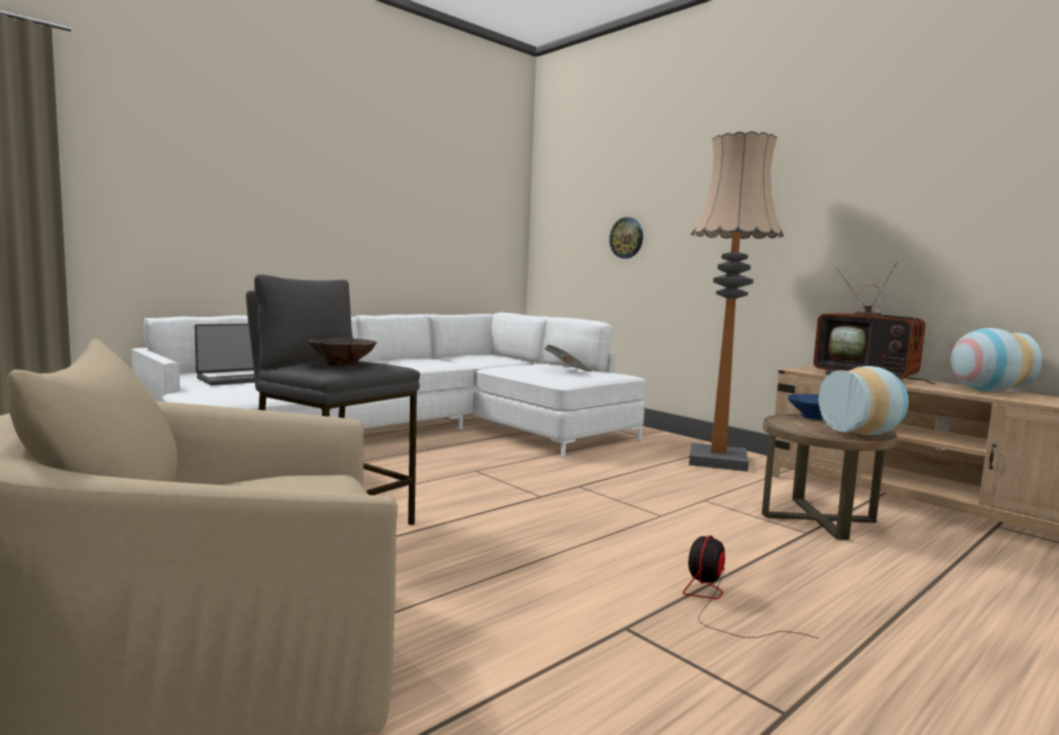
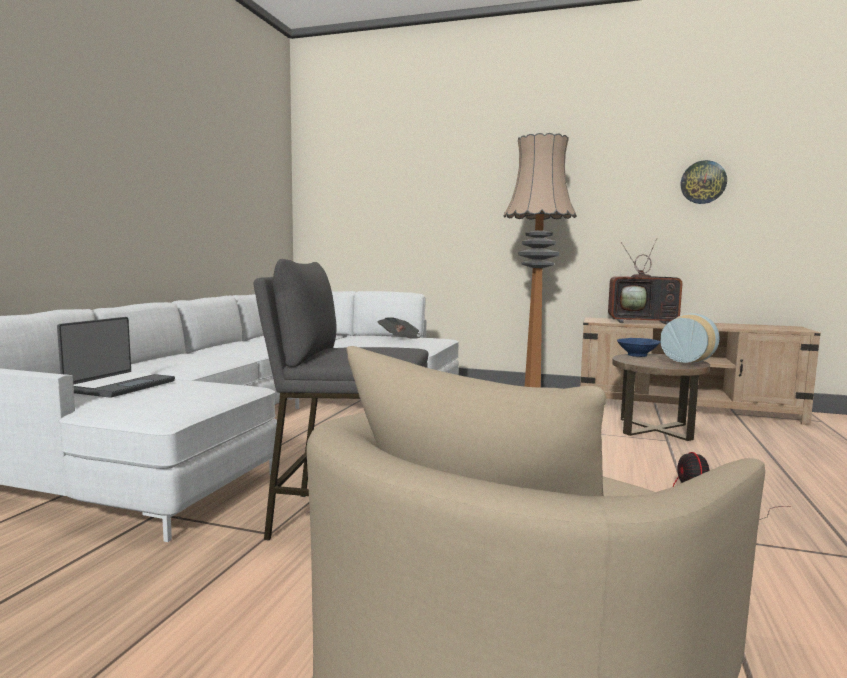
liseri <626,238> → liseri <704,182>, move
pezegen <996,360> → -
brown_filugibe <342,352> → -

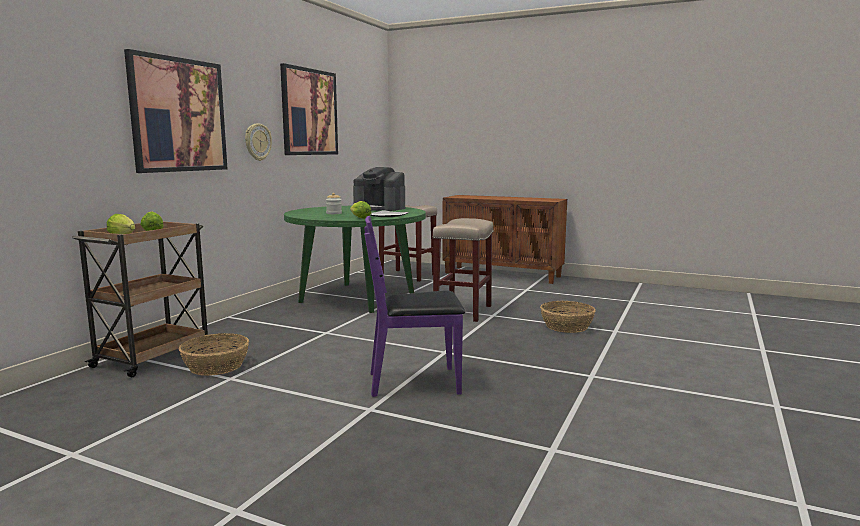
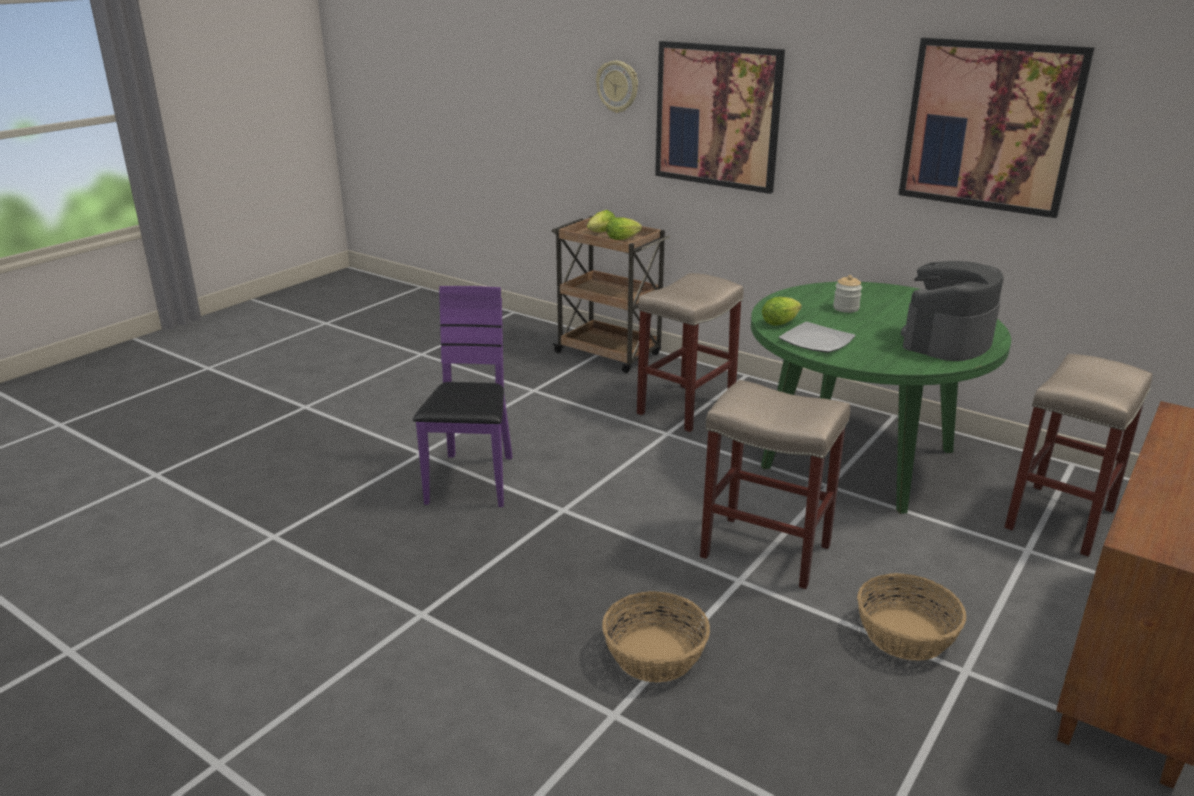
liseri <258,142> → liseri <617,87>, move
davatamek <214,354> → davatamek <912,617>, move
- → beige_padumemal <690,352>

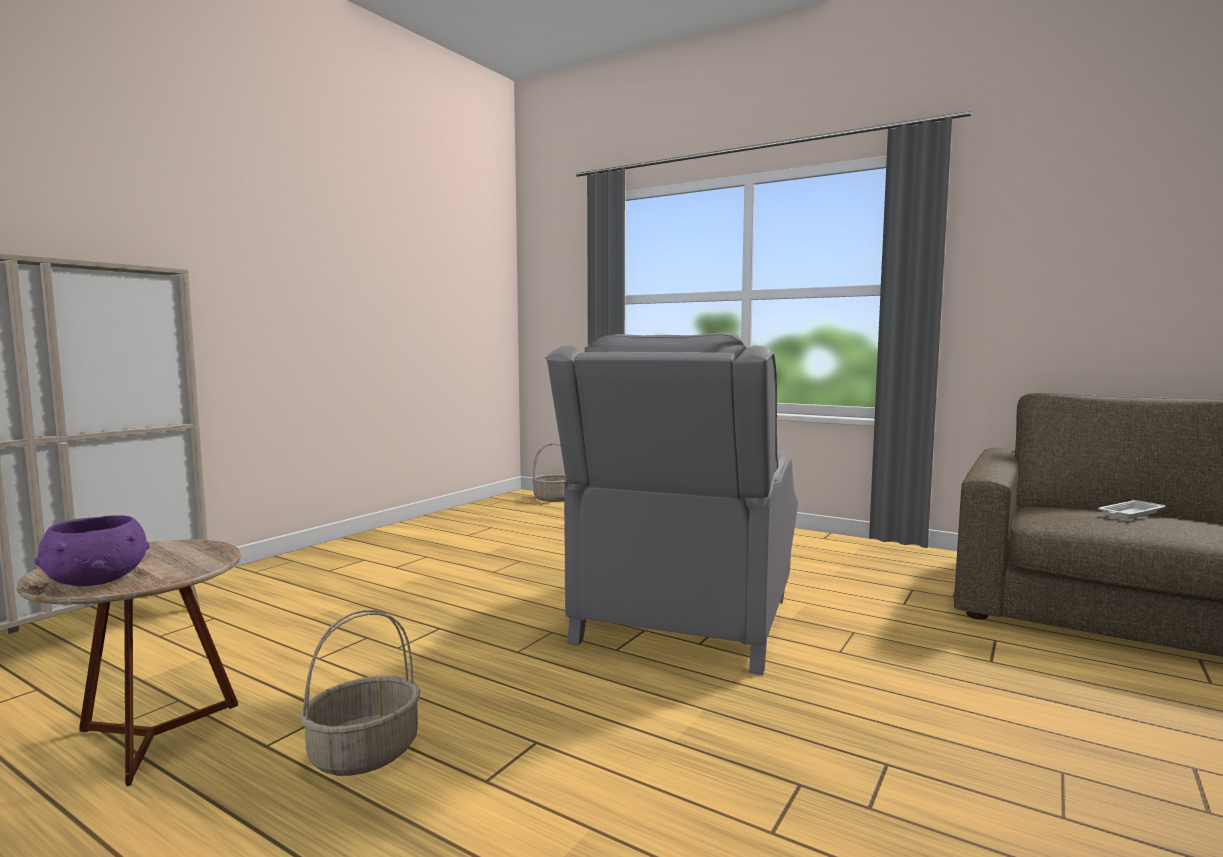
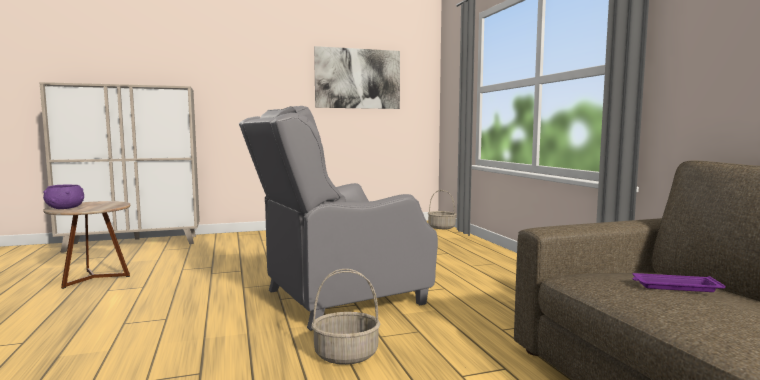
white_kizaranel <1131,509> → purple_kizaranel <678,282>
davatamek <360,693> → davatamek <345,317>, move
- → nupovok <357,77>

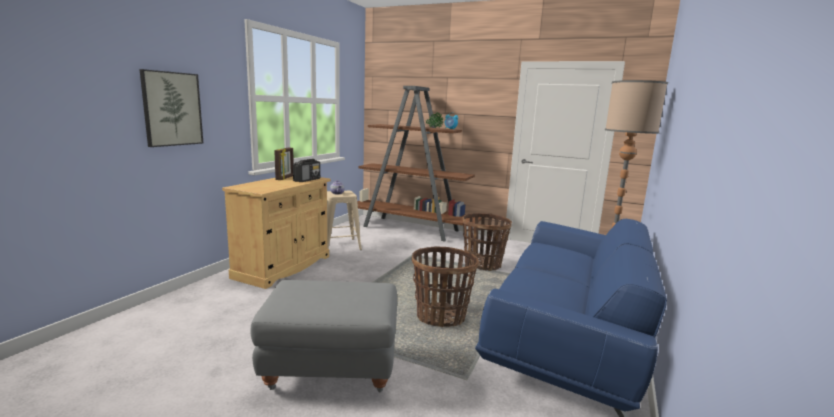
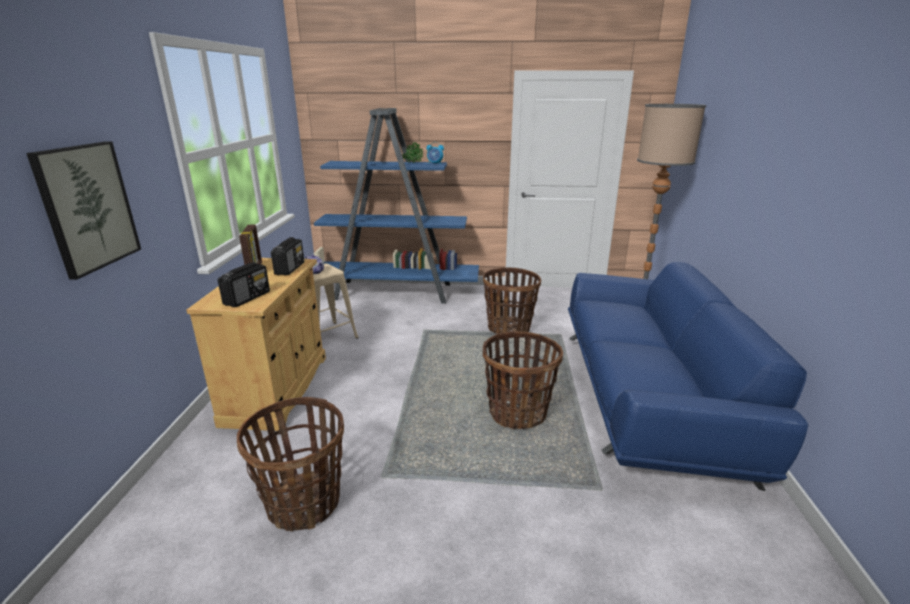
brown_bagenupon <419,164> → blue_bagenupon <396,206>
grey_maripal <324,336> → -
- → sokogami <244,284>
- → davatamek <290,464>

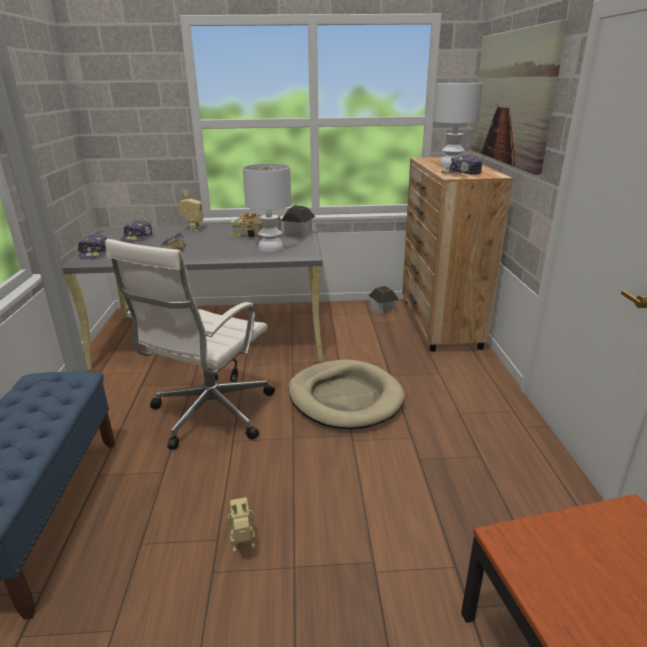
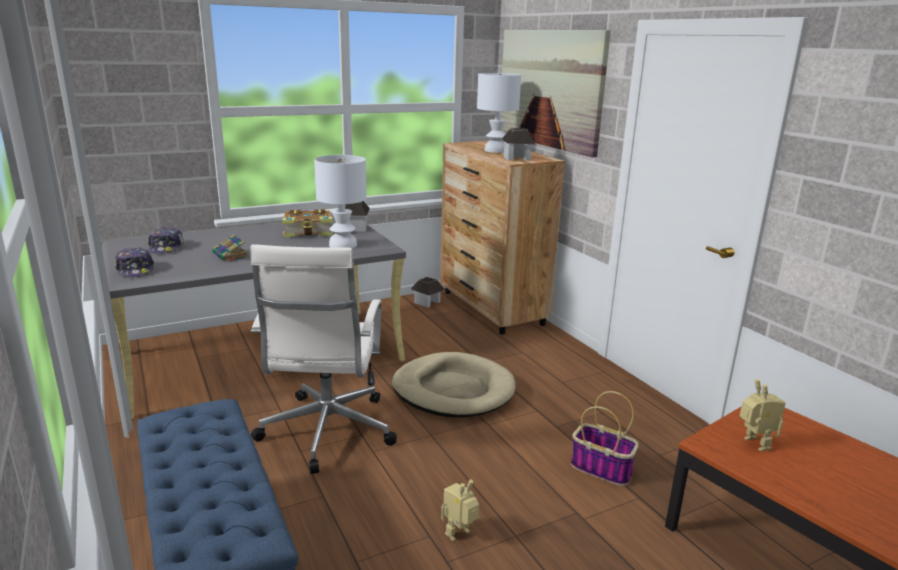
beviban <461,164> → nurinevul <518,144>
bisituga <191,211> → bisituga <763,415>, move
- → davatamek <604,438>

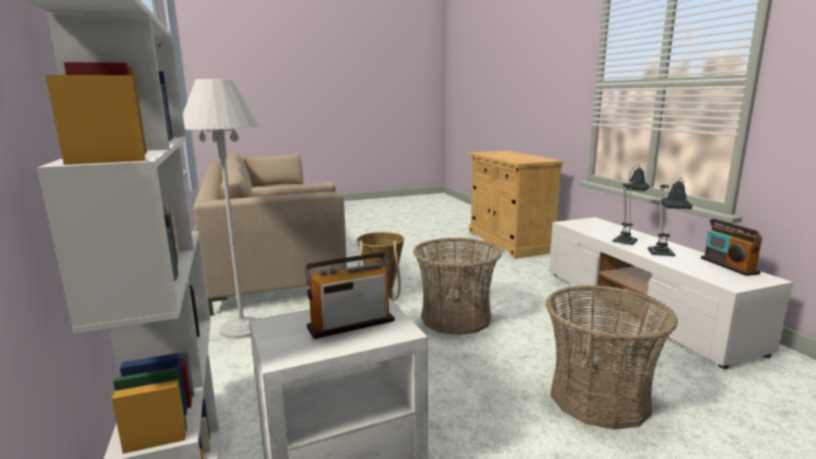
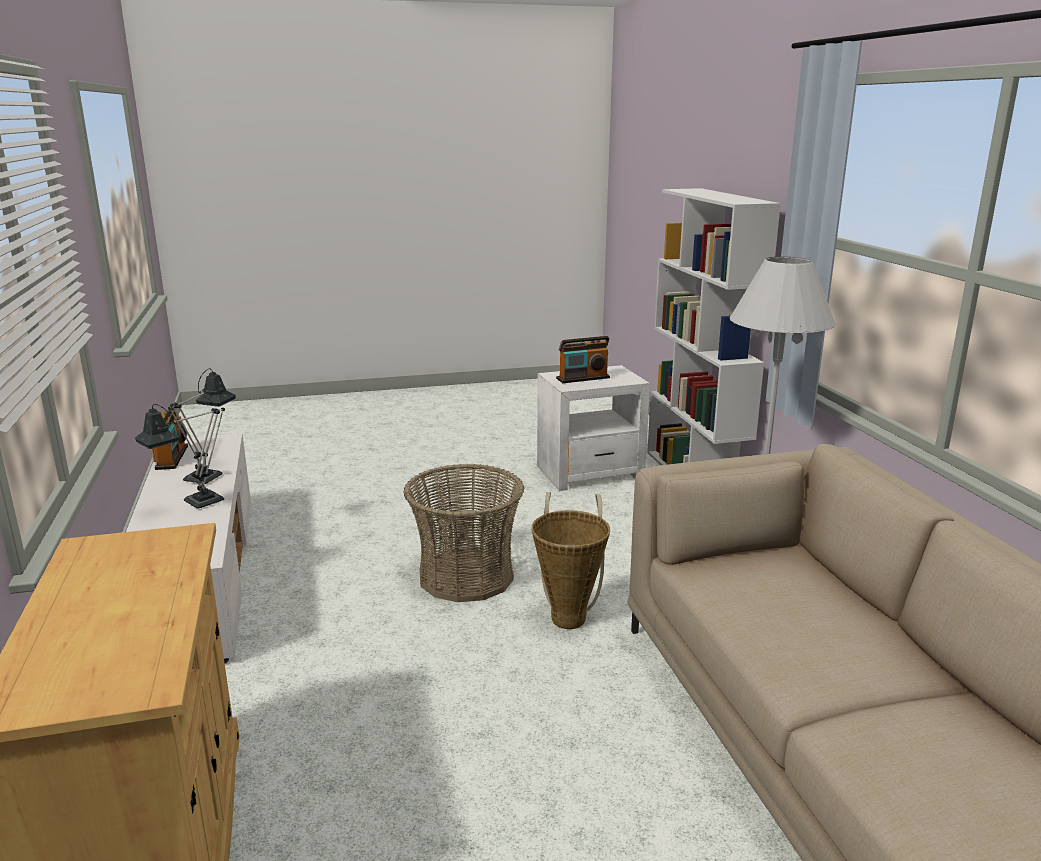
davatamek <611,357> → -

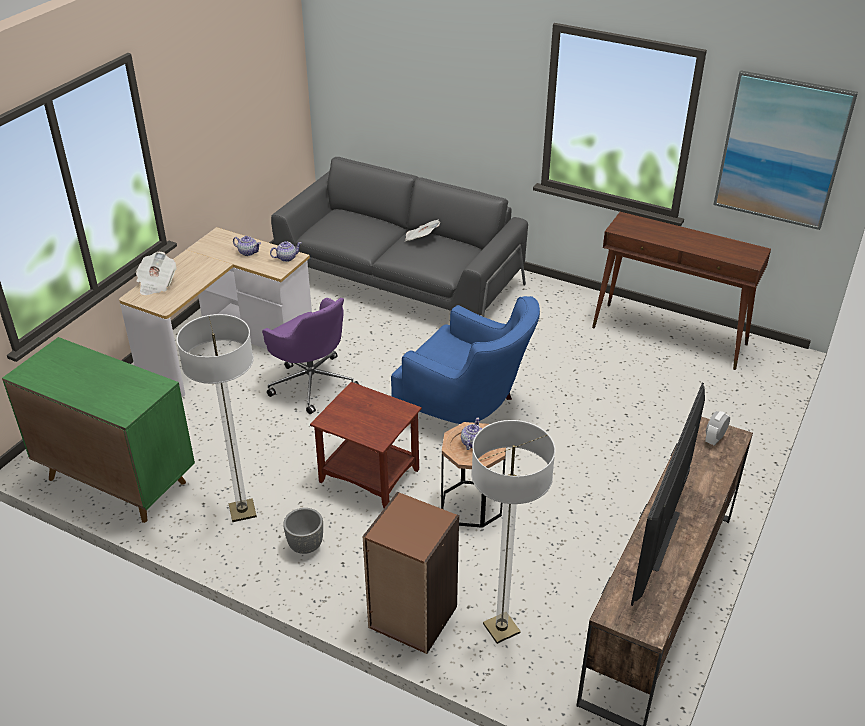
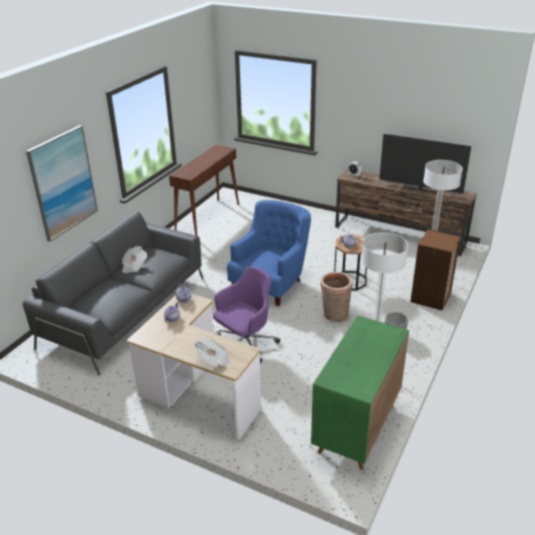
nupovok <785,150> → nupovok <62,183>, move
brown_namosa <366,445> → davatamek <336,297>

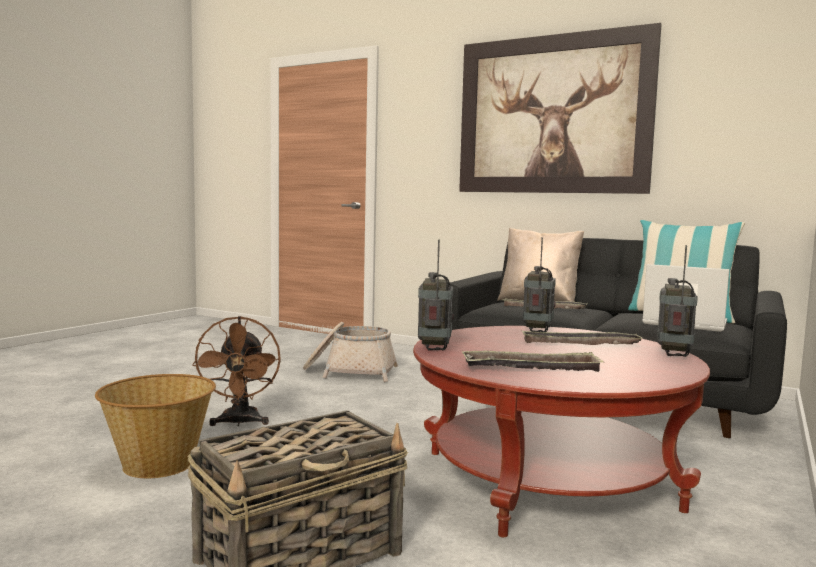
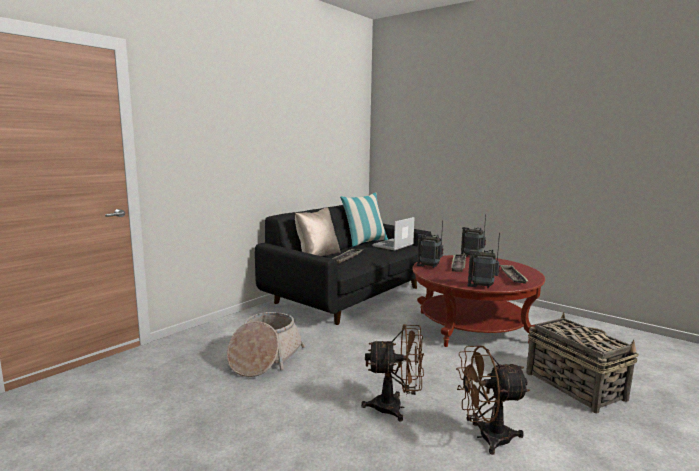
nupovok <560,108> → -
davatamek <155,426> → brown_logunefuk <493,400>

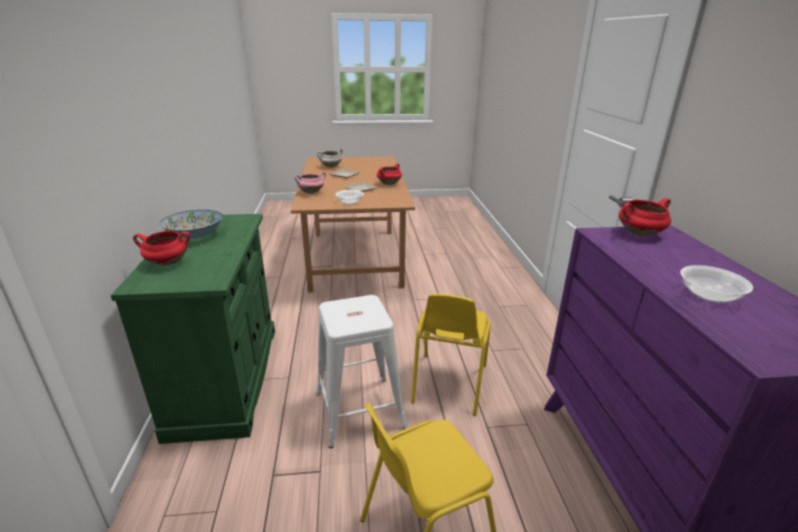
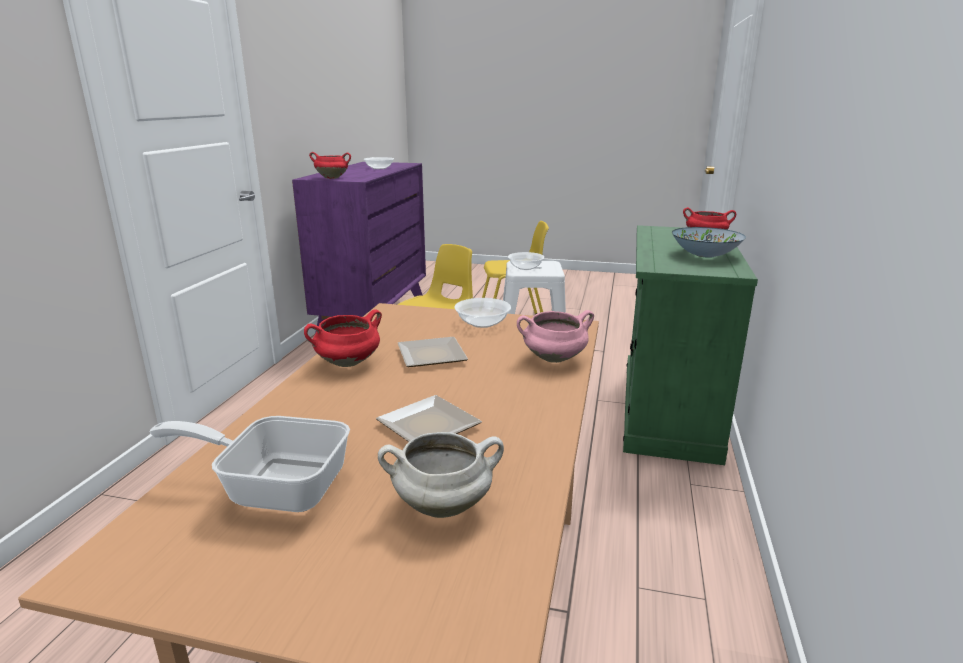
- → filugibe <526,261>
- → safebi <250,464>

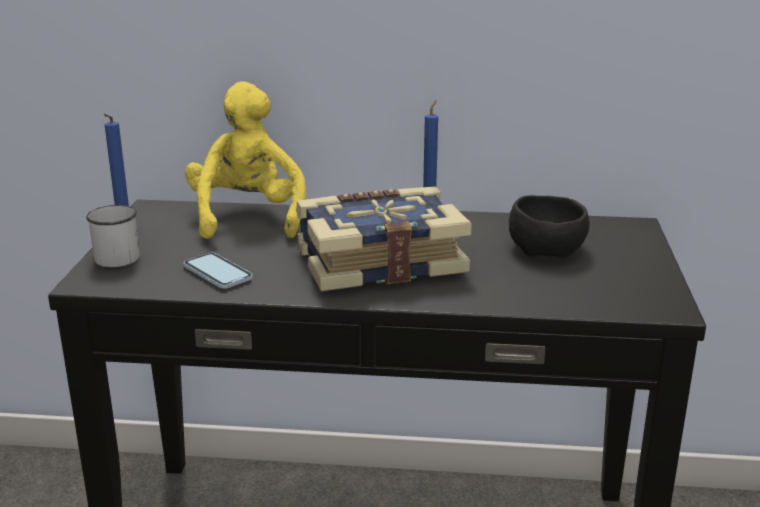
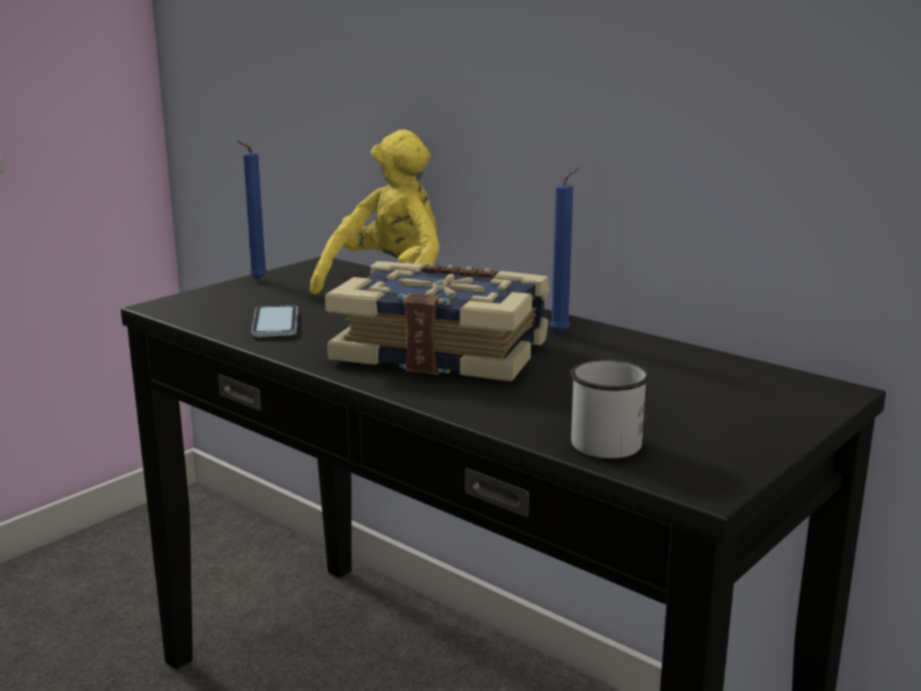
black_filugibe <549,226> → -
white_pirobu <113,236> → white_pirobu <610,409>, move

